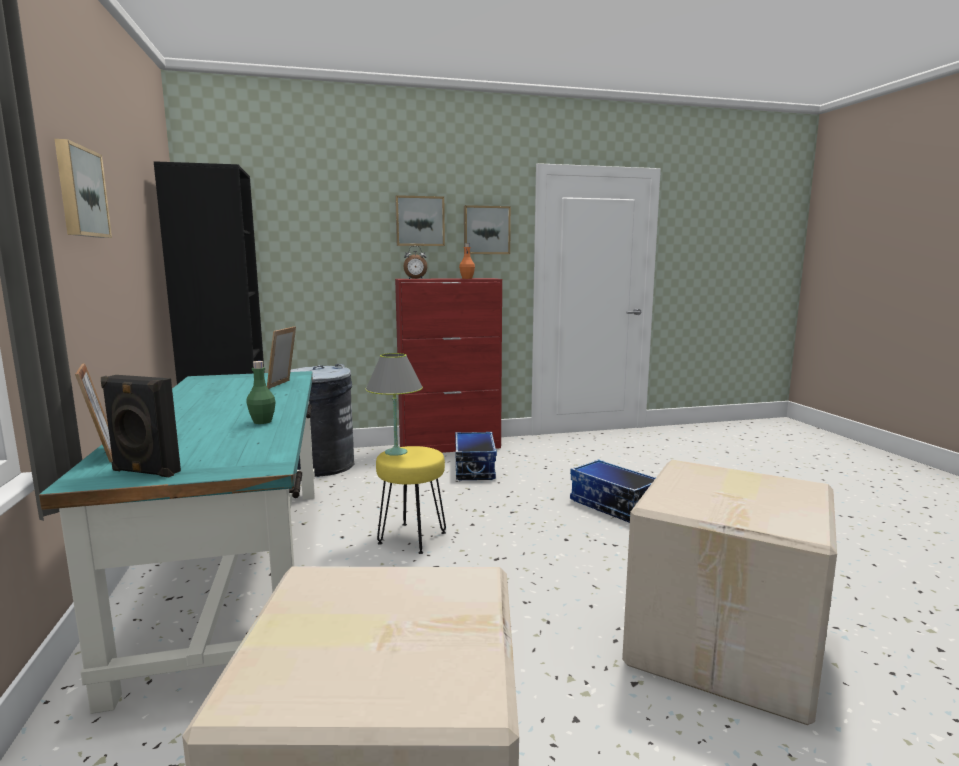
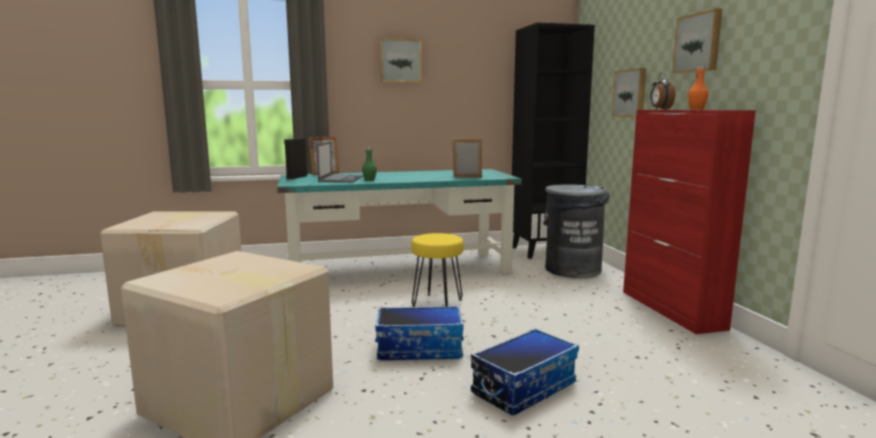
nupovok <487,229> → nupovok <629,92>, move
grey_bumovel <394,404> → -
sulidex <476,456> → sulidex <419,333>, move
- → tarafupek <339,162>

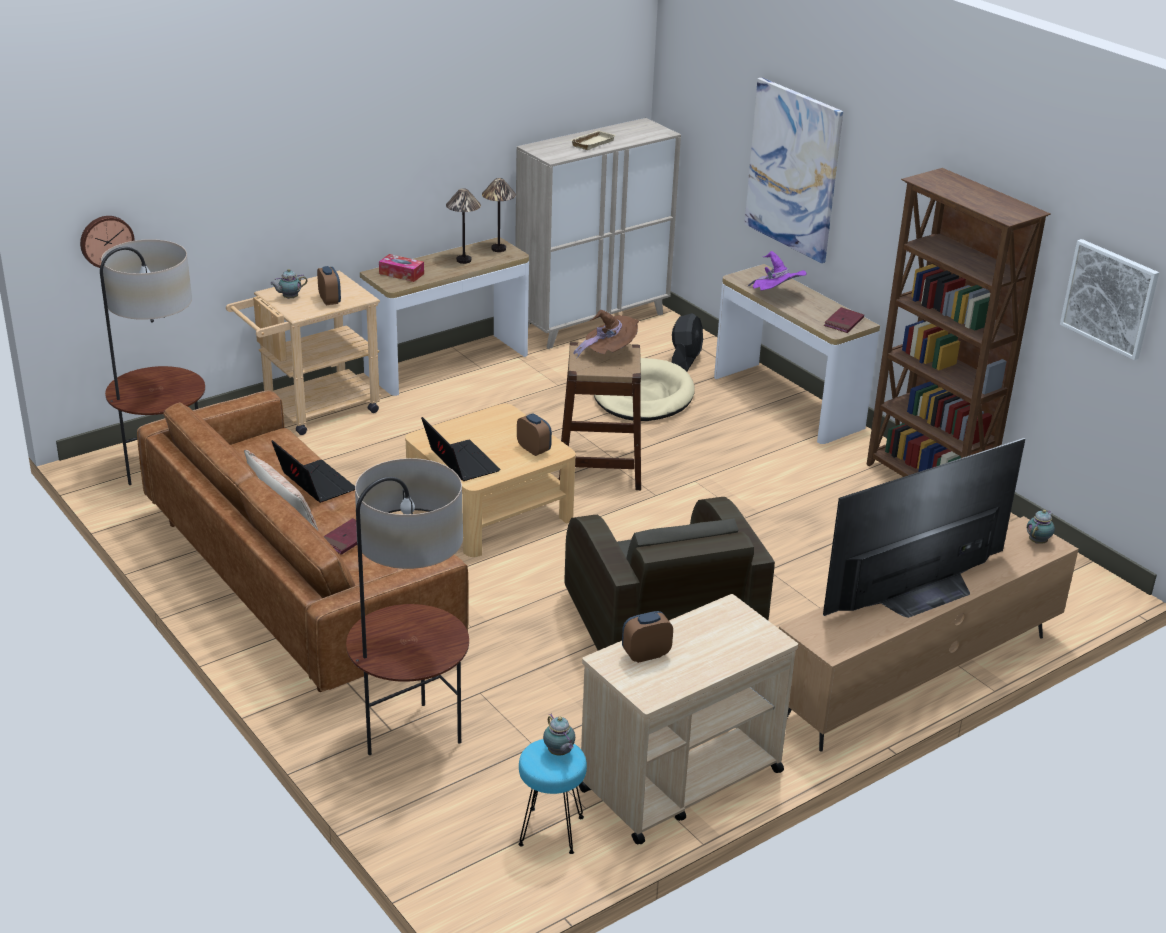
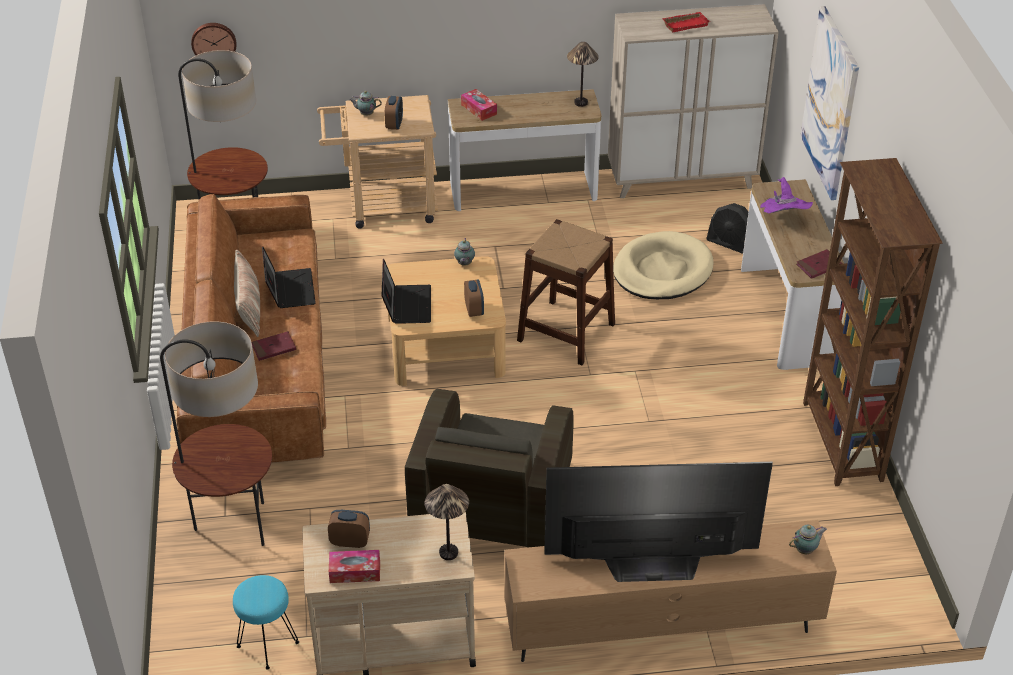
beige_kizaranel <593,140> → red_kizaranel <686,22>
bumovel <463,226> → bumovel <447,522>, move
nupovok <1109,299> → -
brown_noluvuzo <606,333> → -
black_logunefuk <687,342> → black_logunefuk <727,228>, 75 degrees clockwise
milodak <559,734> → milodak <464,252>, move
- → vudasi <354,566>

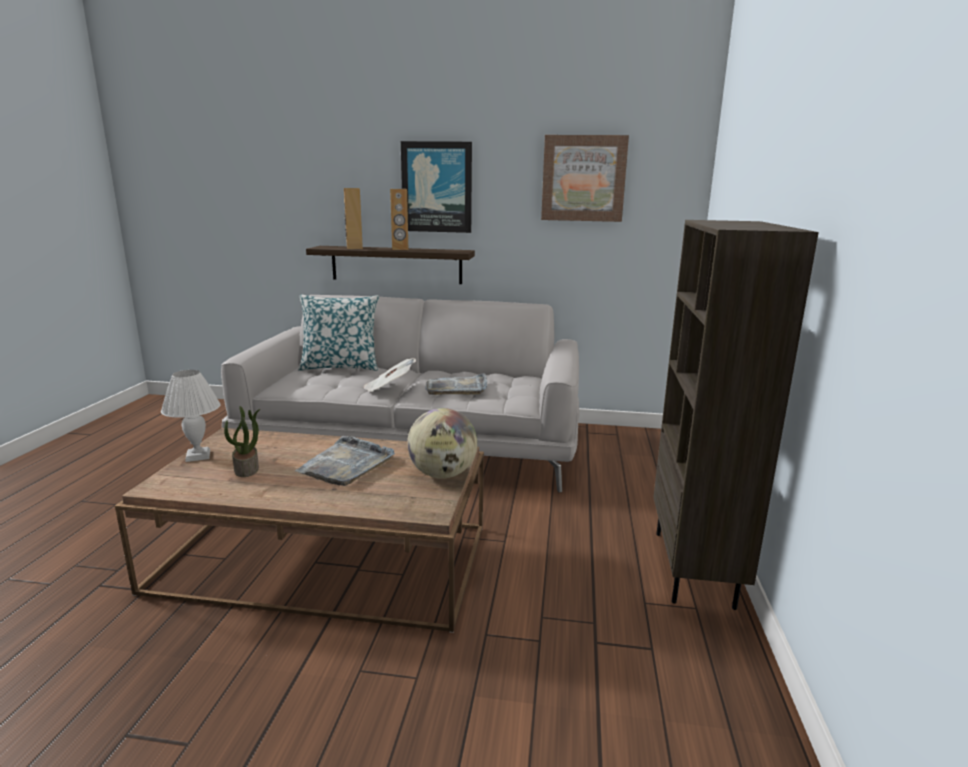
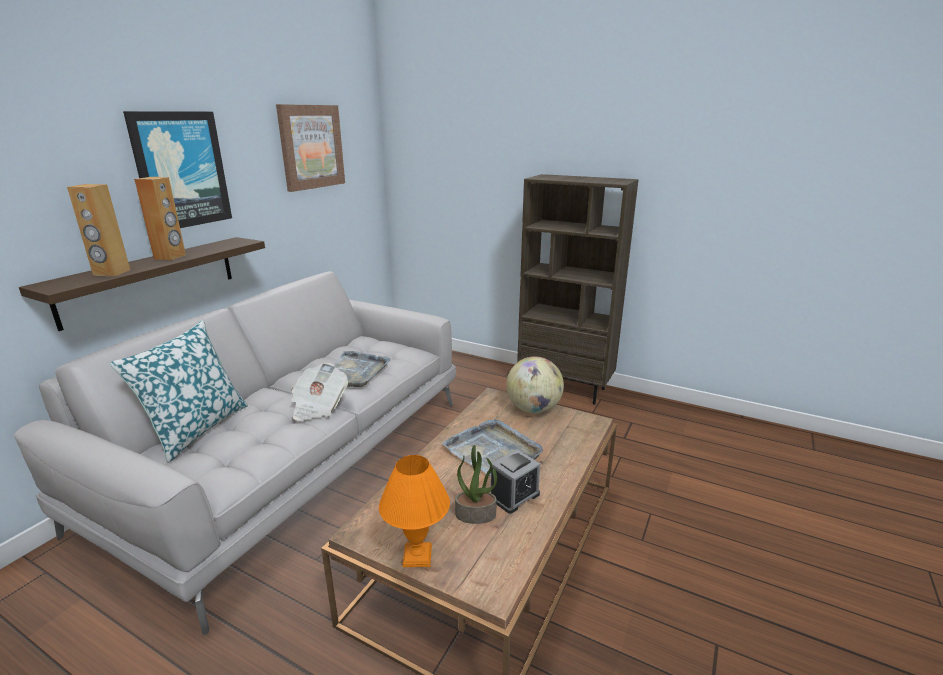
white_bumovel <191,416> → orange_bumovel <414,511>
- → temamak <515,481>

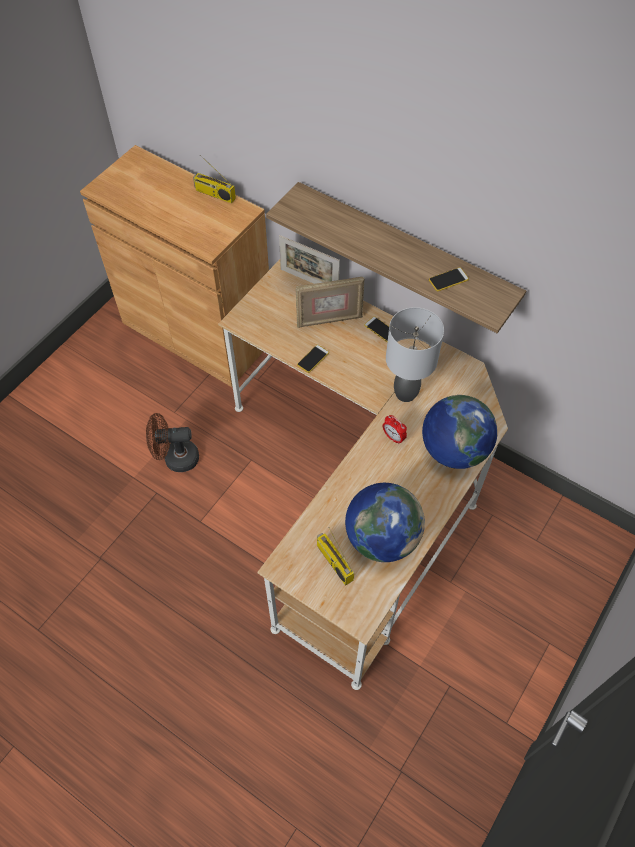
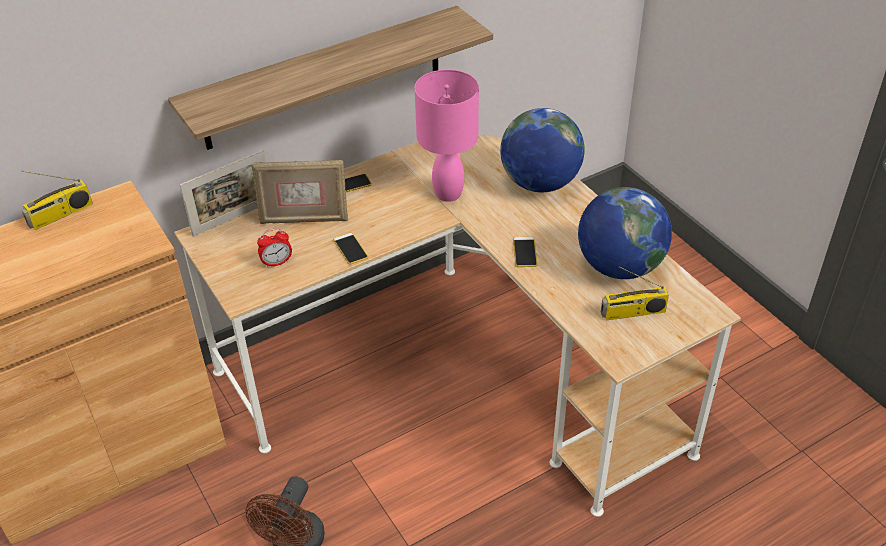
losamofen <449,279> → losamofen <525,252>, move
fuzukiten <329,302> → fuzukiten <299,192>, 75 degrees clockwise
grey_bumovel <415,354> → pink_bumovel <447,136>
temamak <395,429> → temamak <274,248>, move

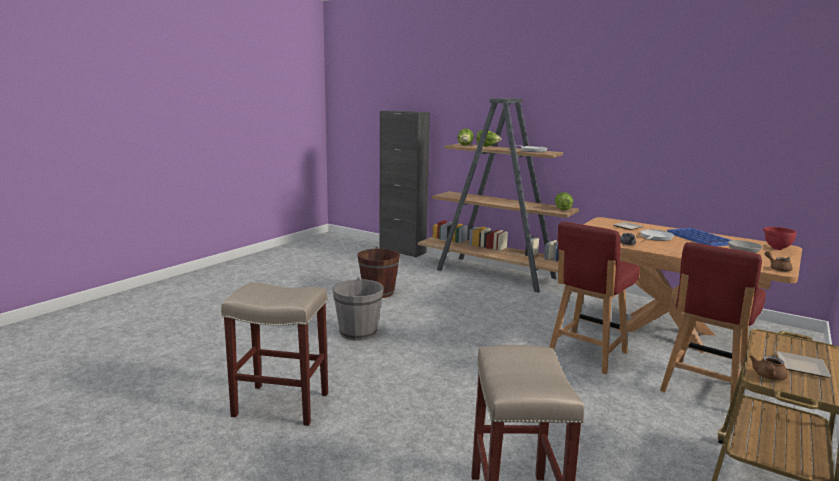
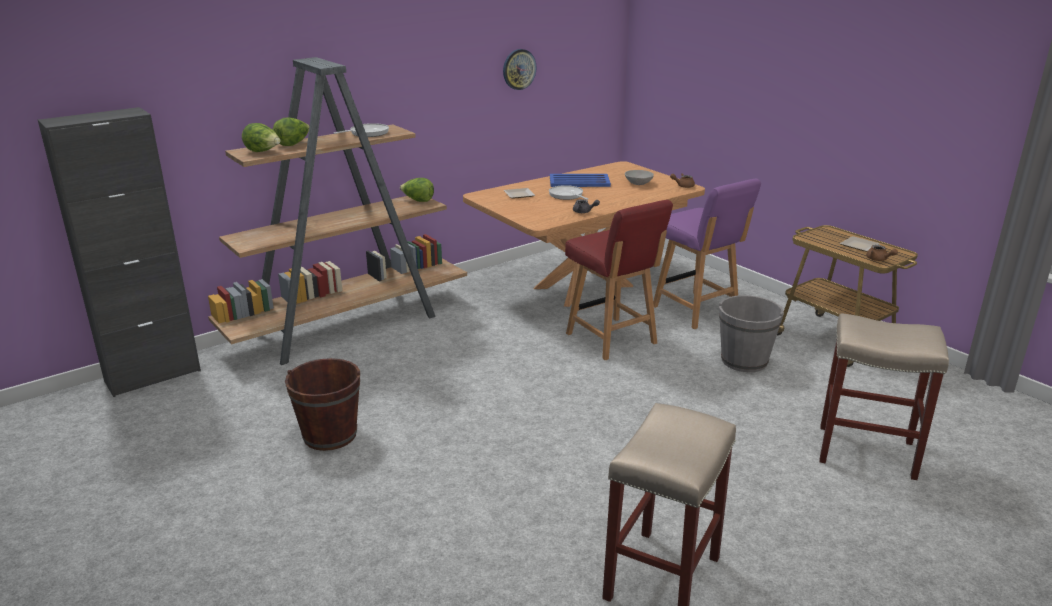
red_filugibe <779,238> → -
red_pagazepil <713,322> → purple_pagazepil <707,254>
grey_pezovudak <358,309> → grey_pezovudak <751,333>, move
- → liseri <519,69>

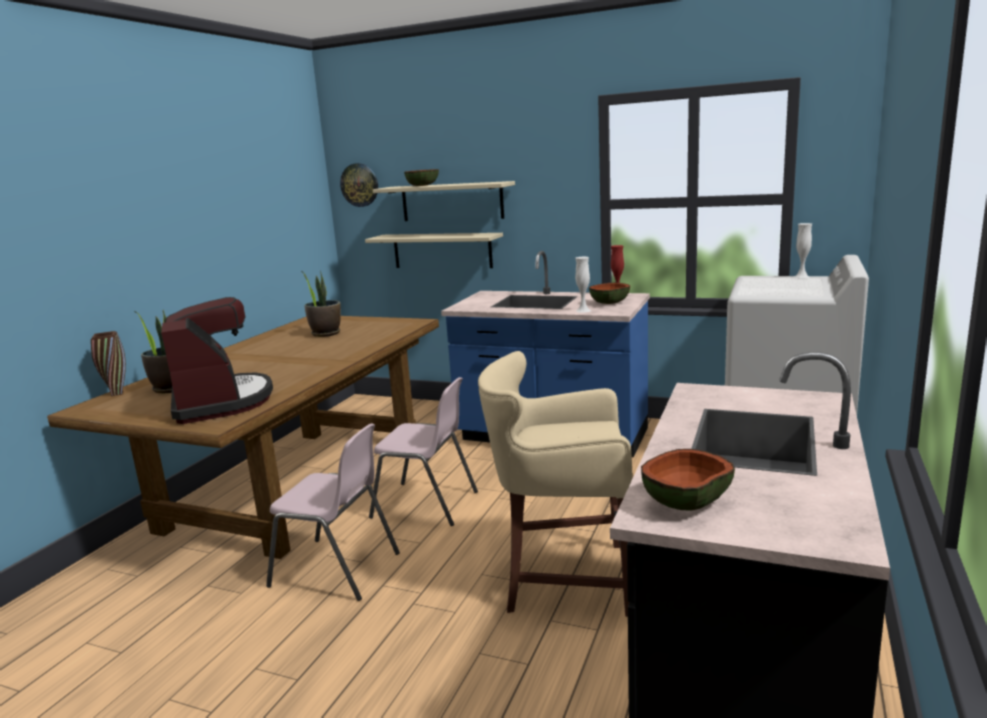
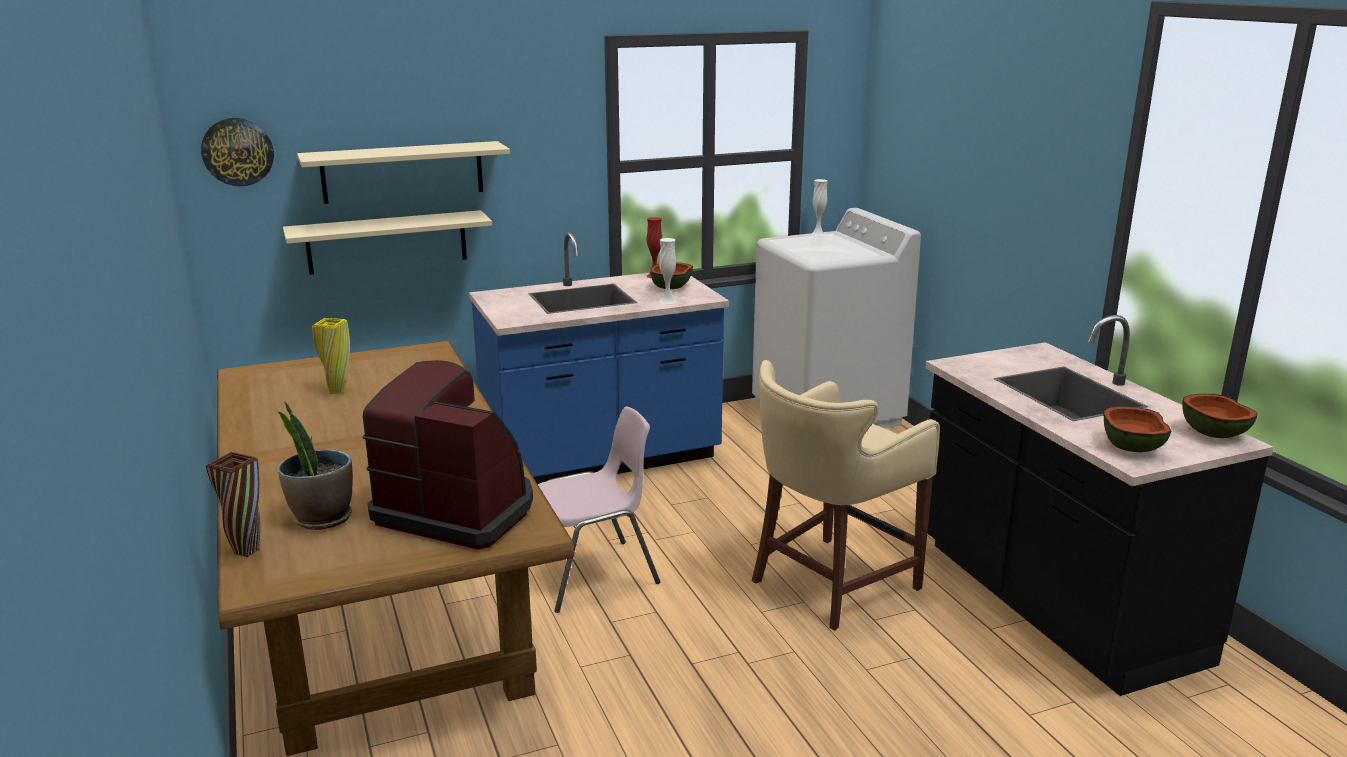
filugibe <421,177> → filugibe <1220,416>, move
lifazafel <321,304> → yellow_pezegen <331,356>
pink_pagazepil <333,512> → -

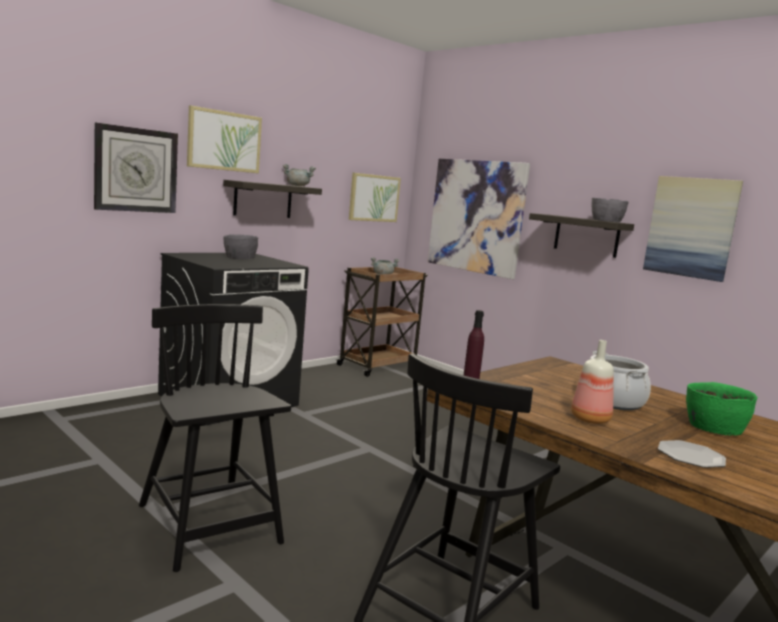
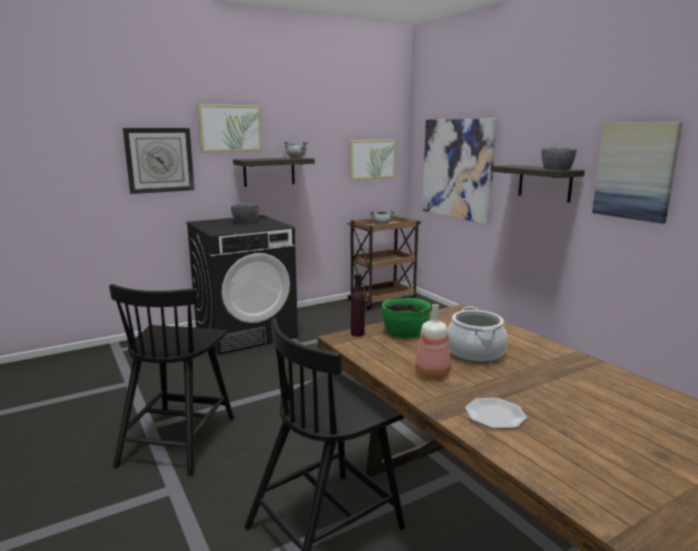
black_pagazepil <215,438> → black_pagazepil <171,380>, 150 degrees counterclockwise
green_filugibe <721,409> → green_filugibe <406,318>, move

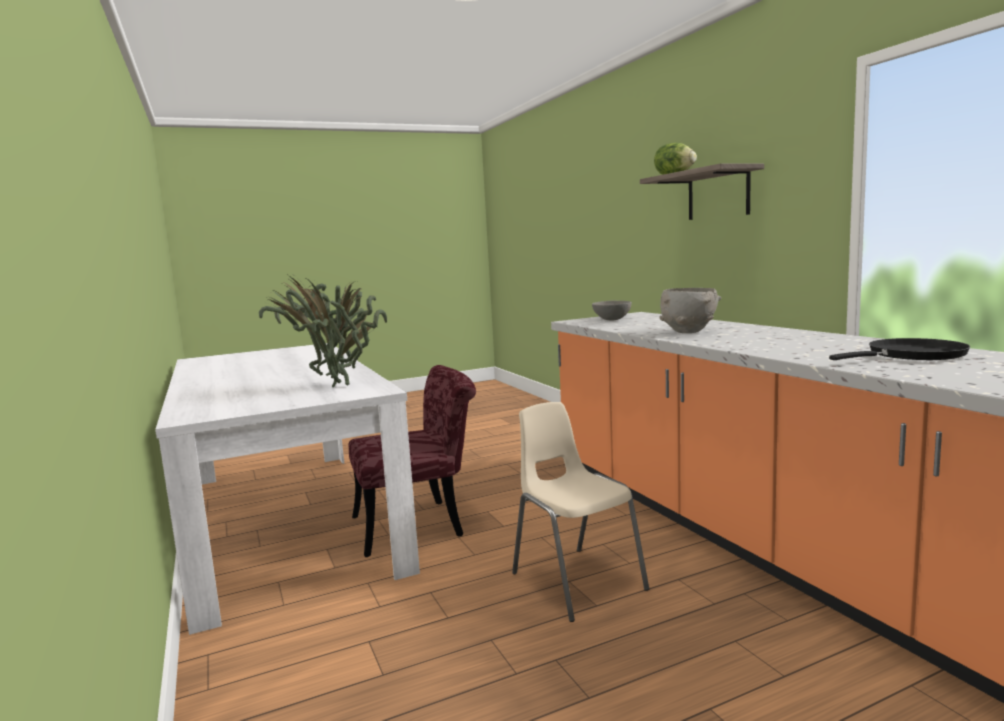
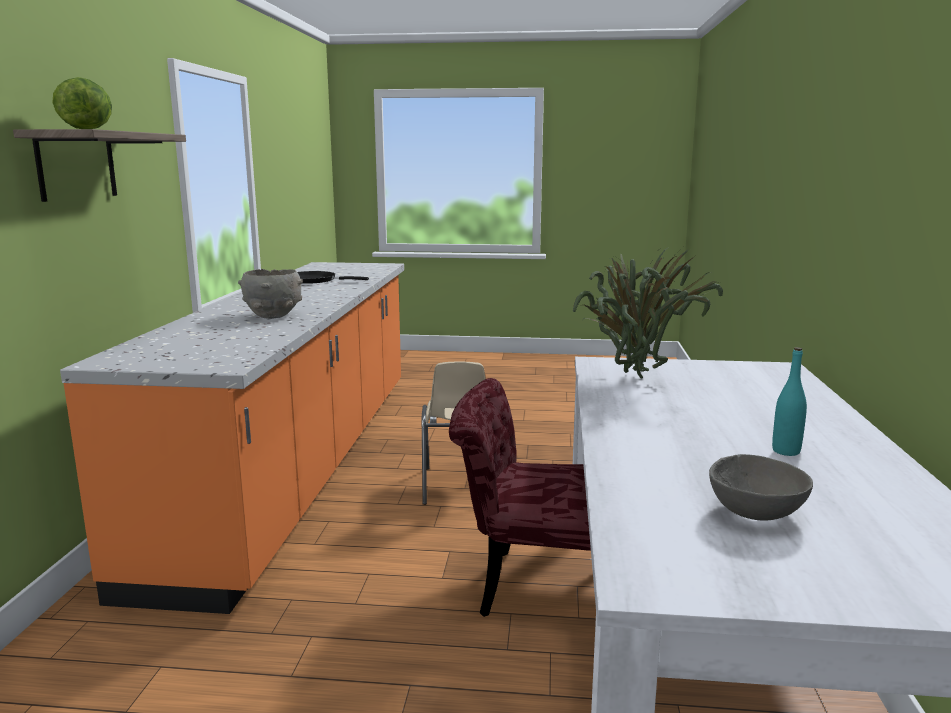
grey_filugibe <612,311> → grey_filugibe <761,487>, move
- → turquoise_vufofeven <789,401>

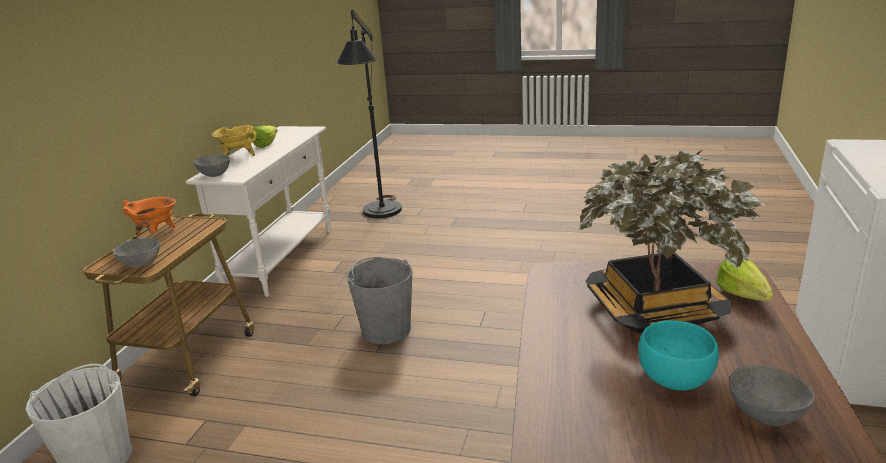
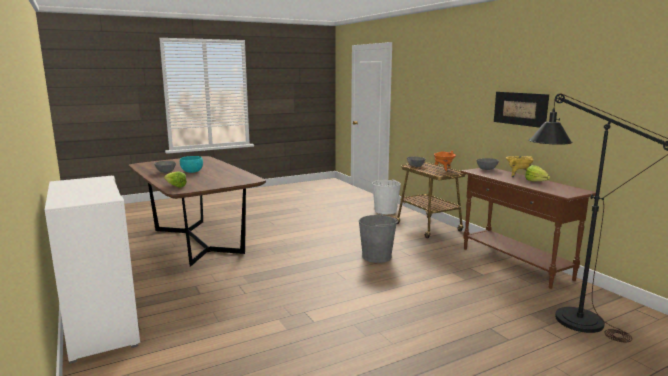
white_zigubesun <258,211> → brown_zigubesun <528,228>
lifazafel <672,242> → -
- → nupovok <521,110>

